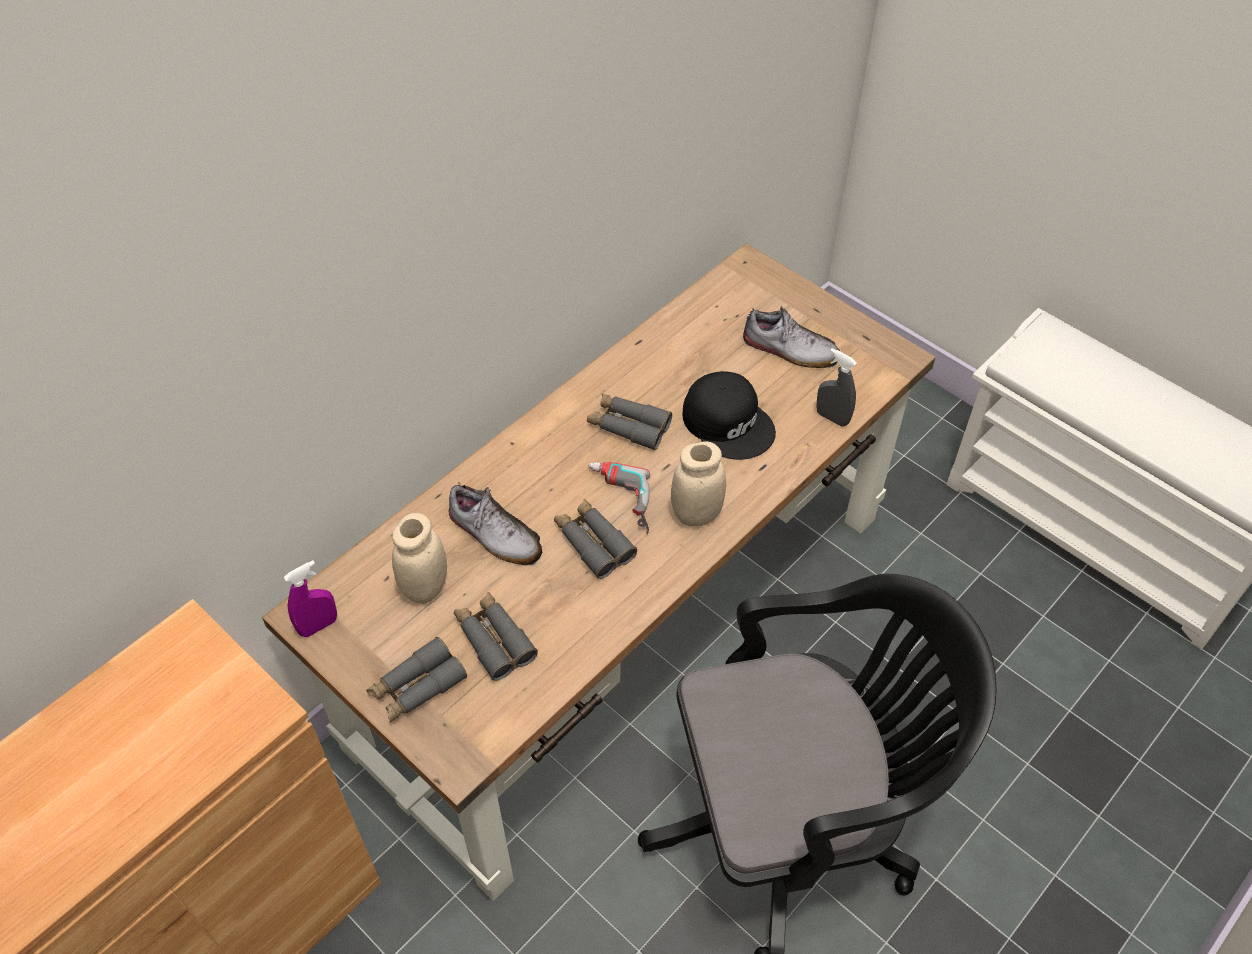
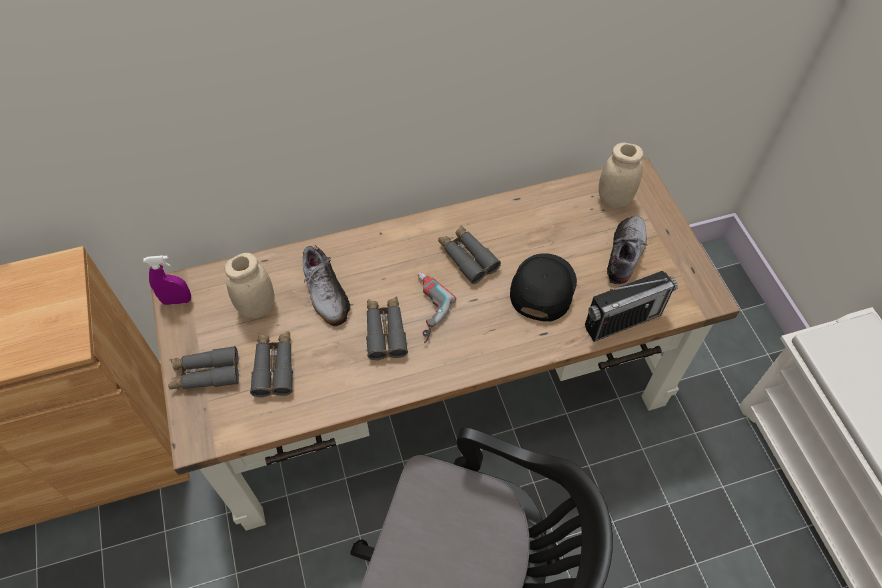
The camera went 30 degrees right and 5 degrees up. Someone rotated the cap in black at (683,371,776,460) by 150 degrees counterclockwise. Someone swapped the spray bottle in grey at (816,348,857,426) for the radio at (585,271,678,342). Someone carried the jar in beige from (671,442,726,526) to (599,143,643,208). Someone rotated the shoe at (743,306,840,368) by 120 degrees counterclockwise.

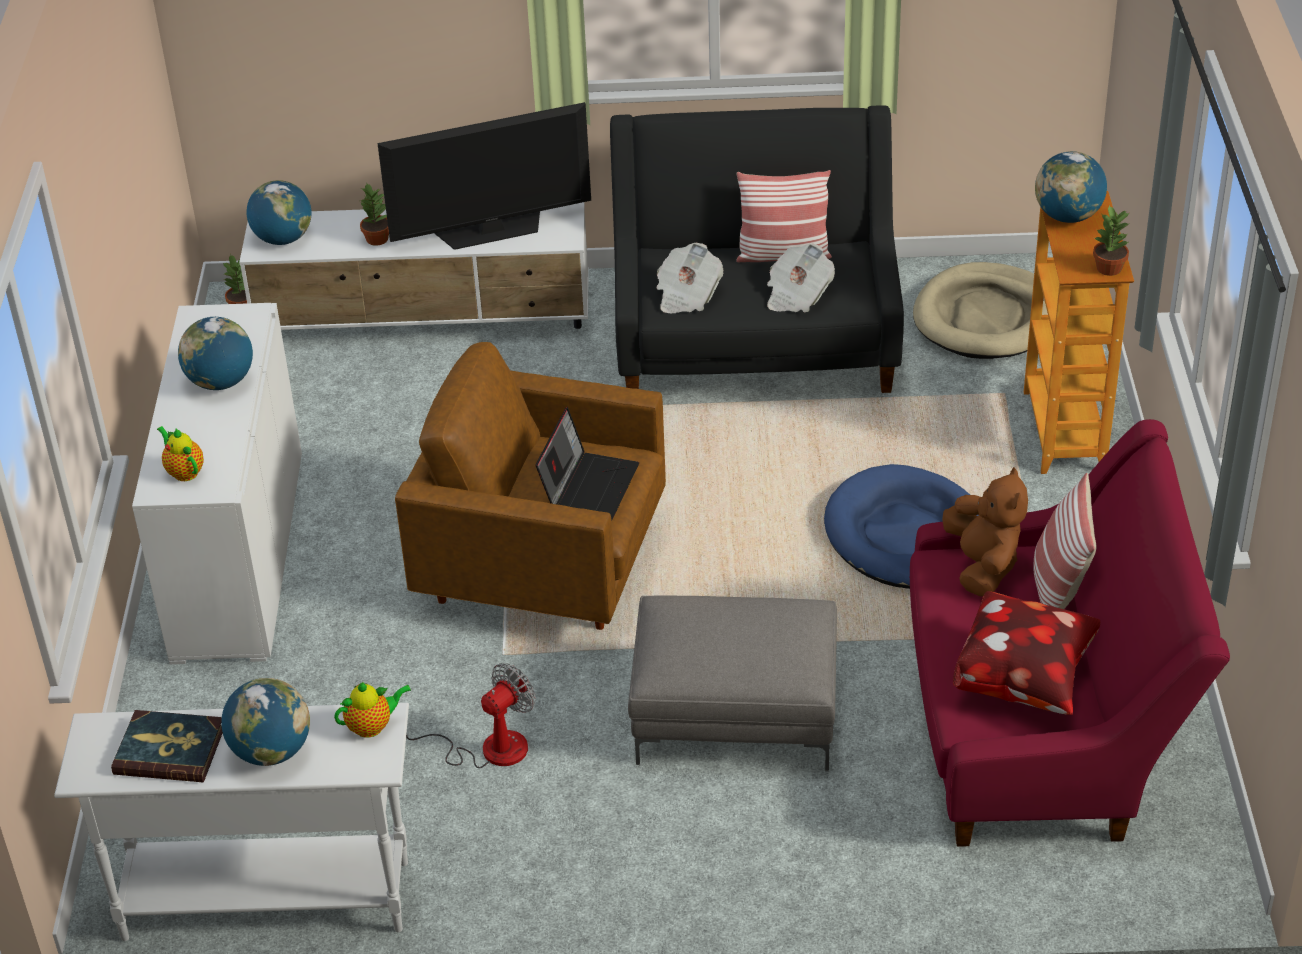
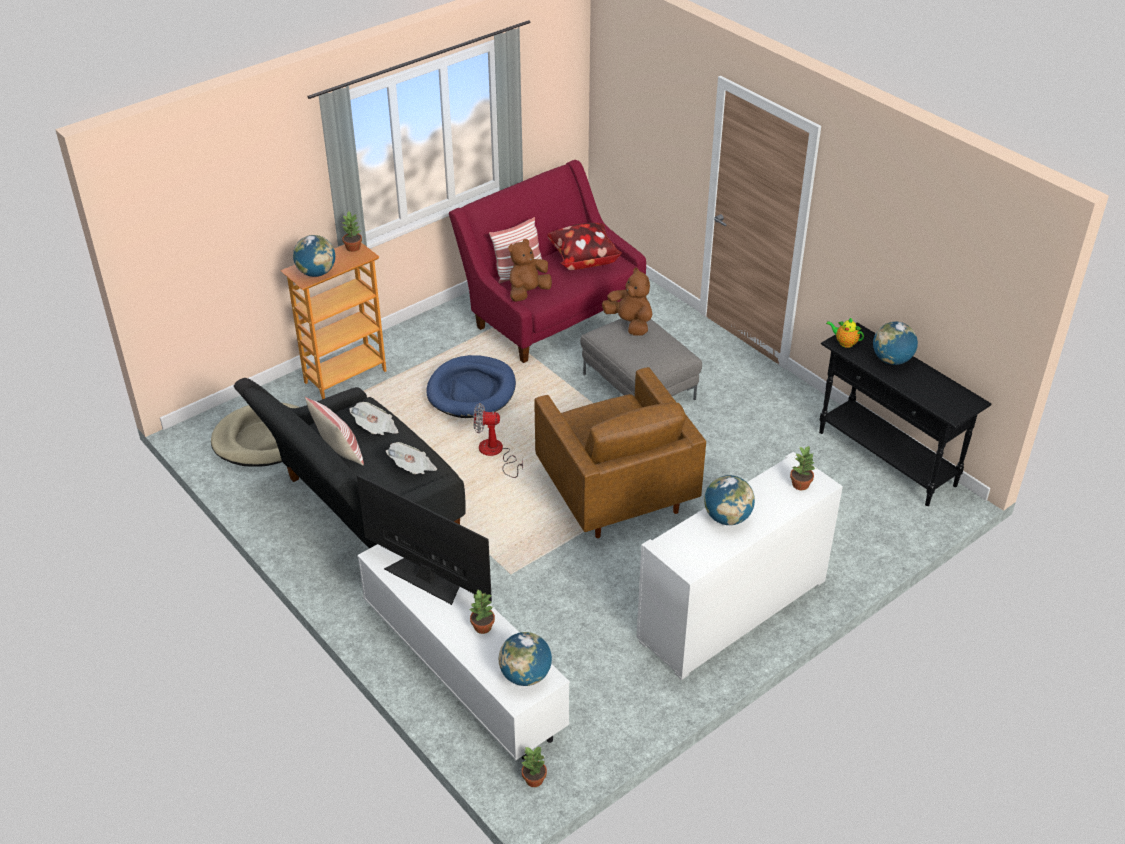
The camera went 130 degrees left and 0 degrees up. Someone carried the fan from (406,663,536,768) to (473,403,523,478). Someone put down the plush toy in brown at (602,267,653,336). Someone swapped the teapot at (157,426,204,481) for the potted plant at (790,446,816,490). Someone repainted the console table in white at (54,703,409,941), which became the console table in black at (819,322,992,506). Someone took away the book at (111,710,223,782). Someone took away the laptop at (536,407,639,520).

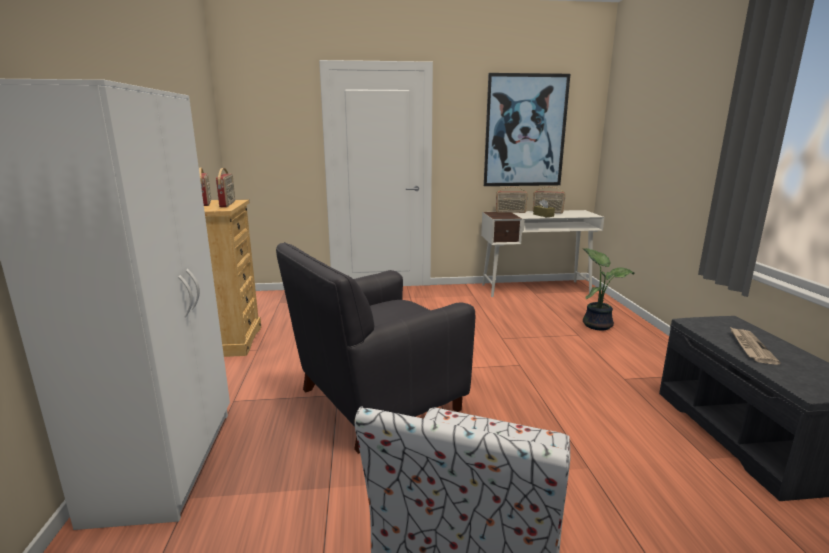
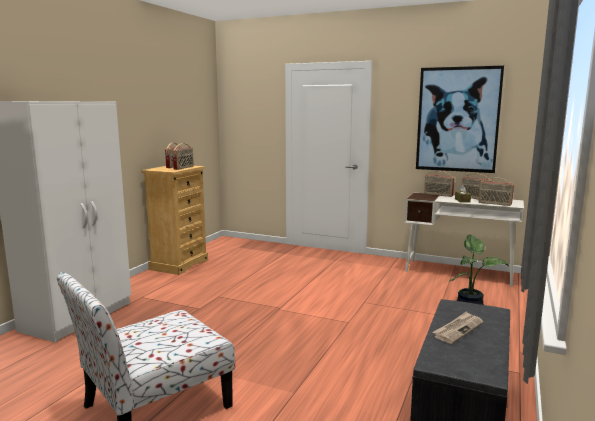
The camera went 30 degrees right and 5 degrees down. Someone put down the radio at (478,177,514,206). Someone took away the armchair in black at (276,242,475,454).

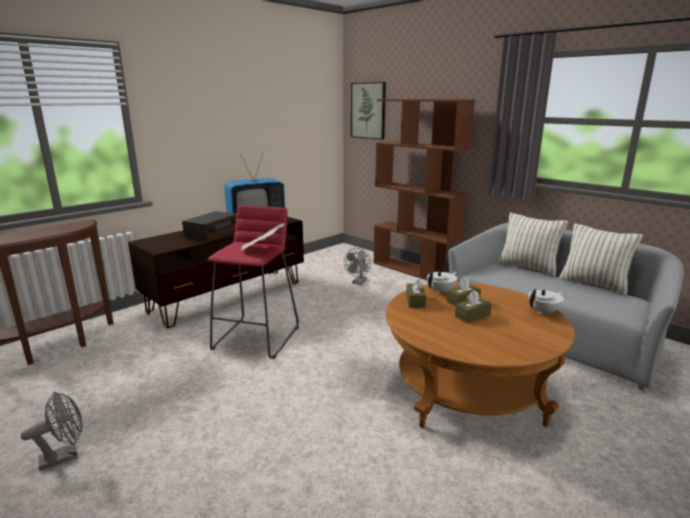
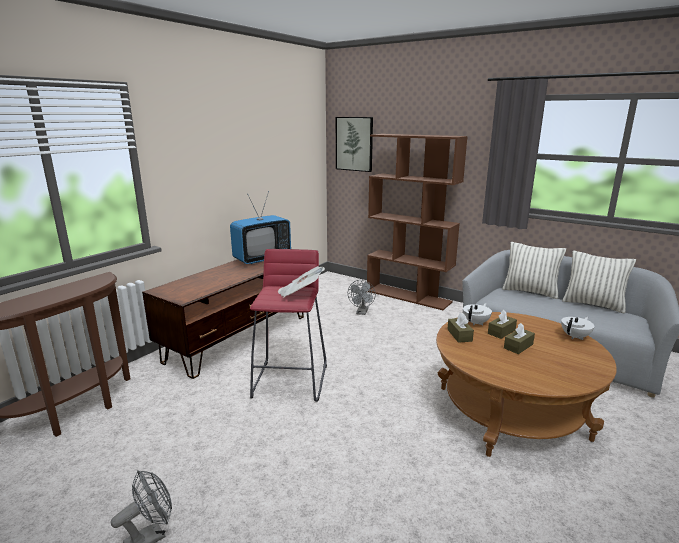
The camera went 10 degrees left and 0 degrees up. Someone took away the radio at (182,211,236,242).

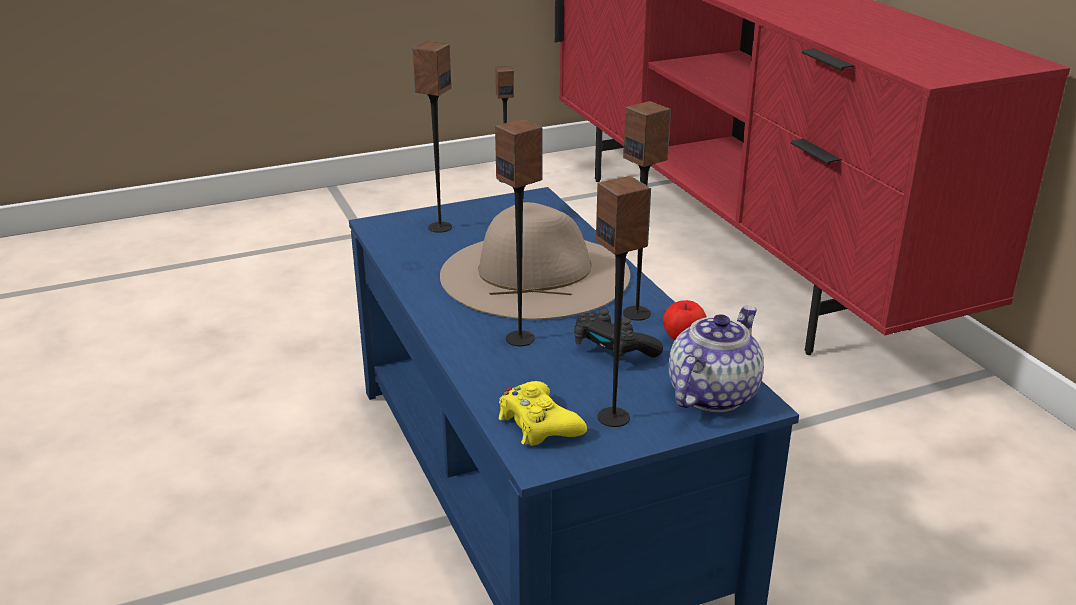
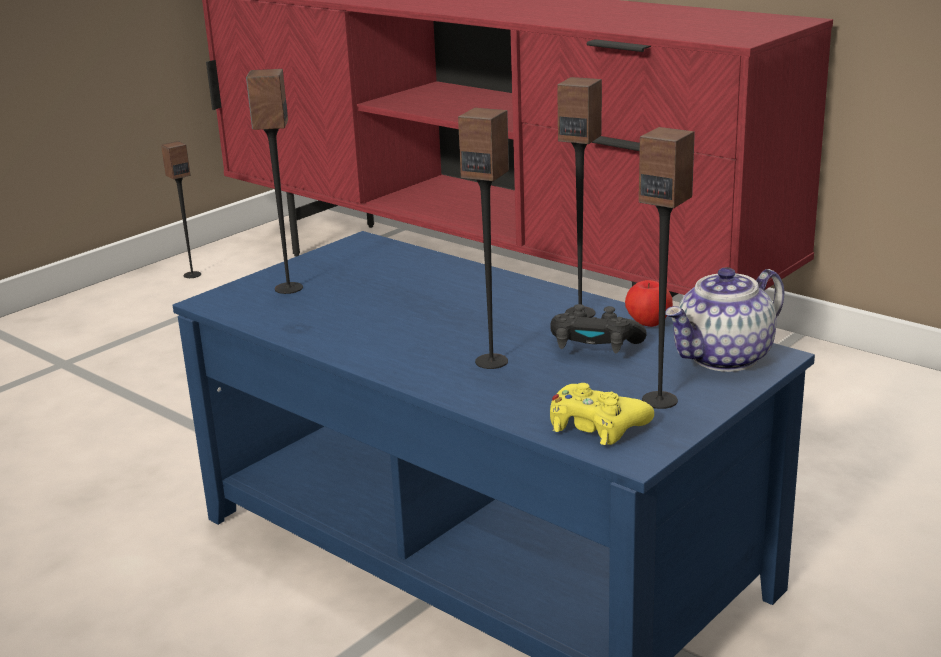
The camera went 25 degrees left and 5 degrees down. Someone rotated the teapot at (669,306,764,412) by 135 degrees counterclockwise. Someone took away the hat in beige at (440,202,630,320).

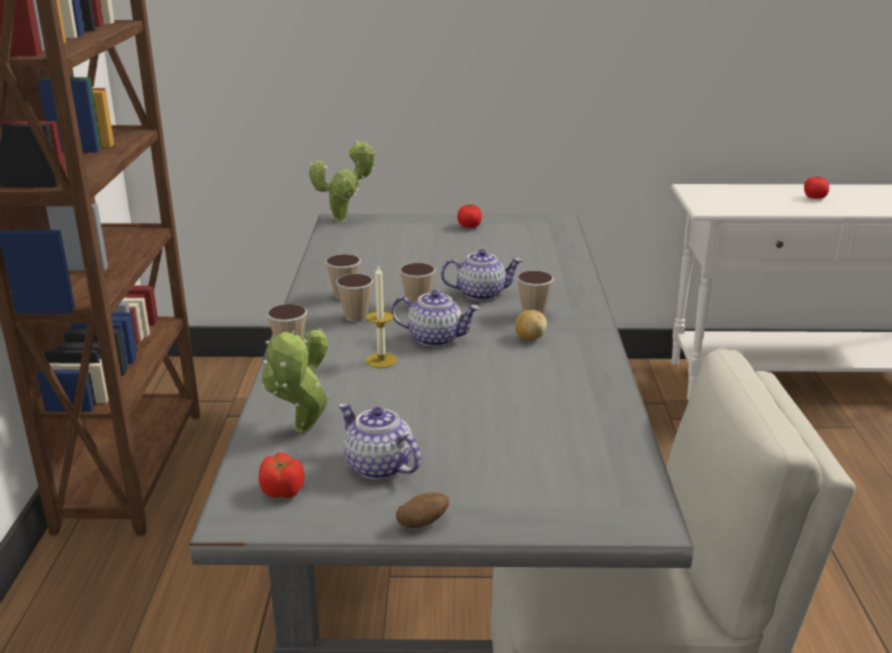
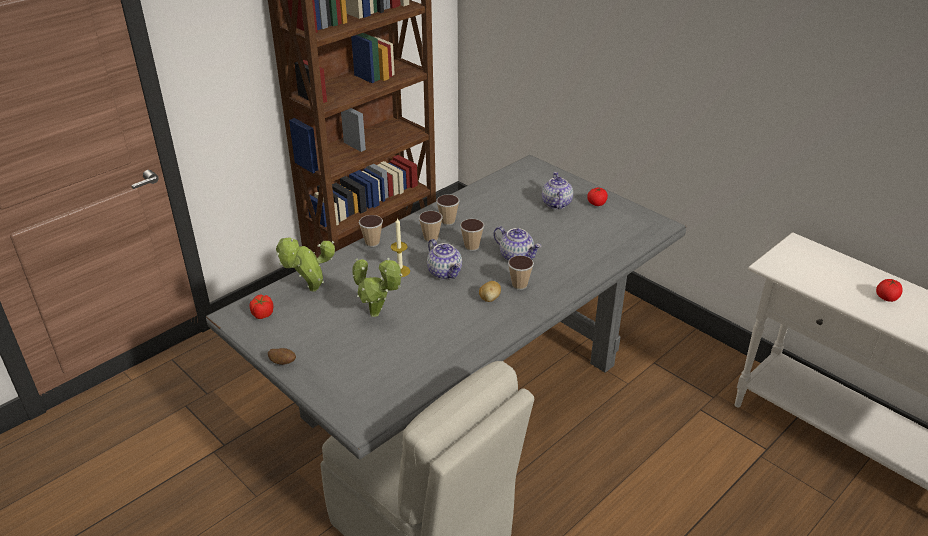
The camera went 45 degrees right and 10 degrees up. Someone carried the potted plant from (309,140,377,223) to (352,258,402,317). Someone carried the teapot from (339,403,421,480) to (542,172,573,209).

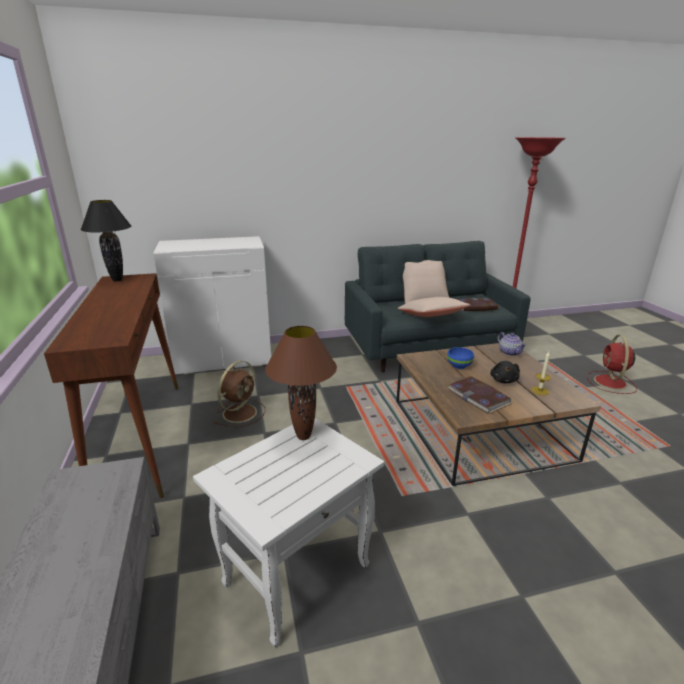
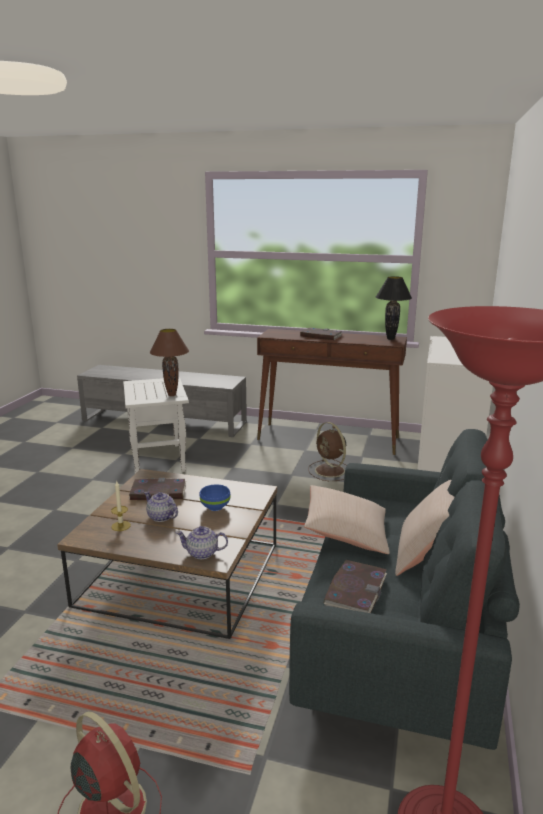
The camera went 120 degrees right and 5 degrees down. Someone swapped the plush toy in black at (490,361,520,383) for the teapot at (144,491,178,522). Someone put down the book at (300,328,343,340).

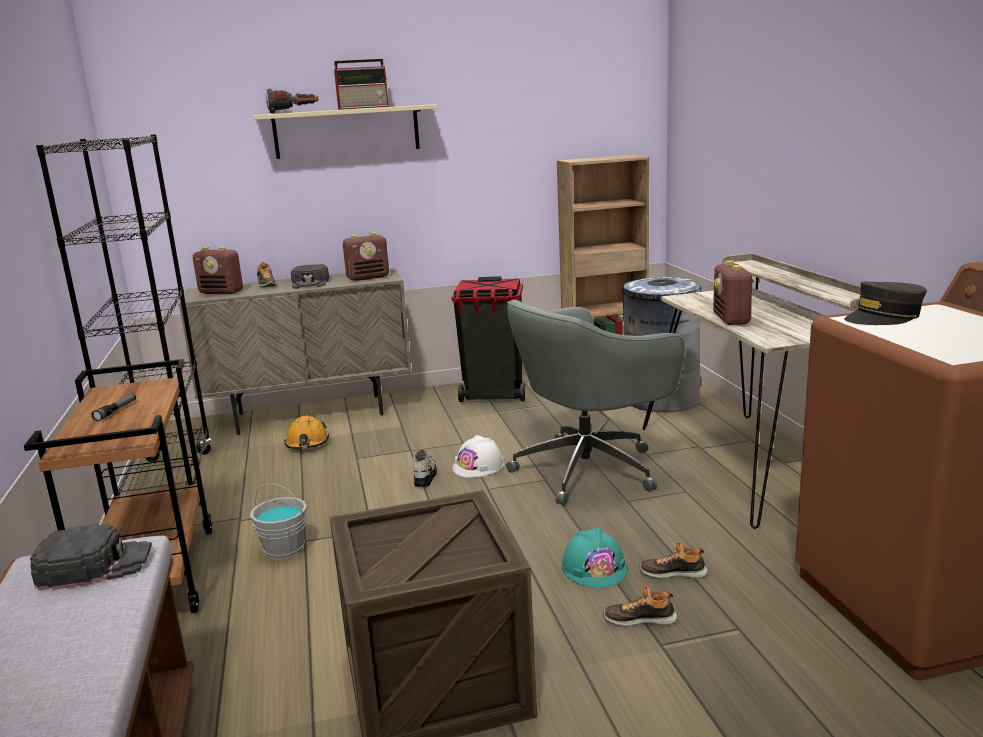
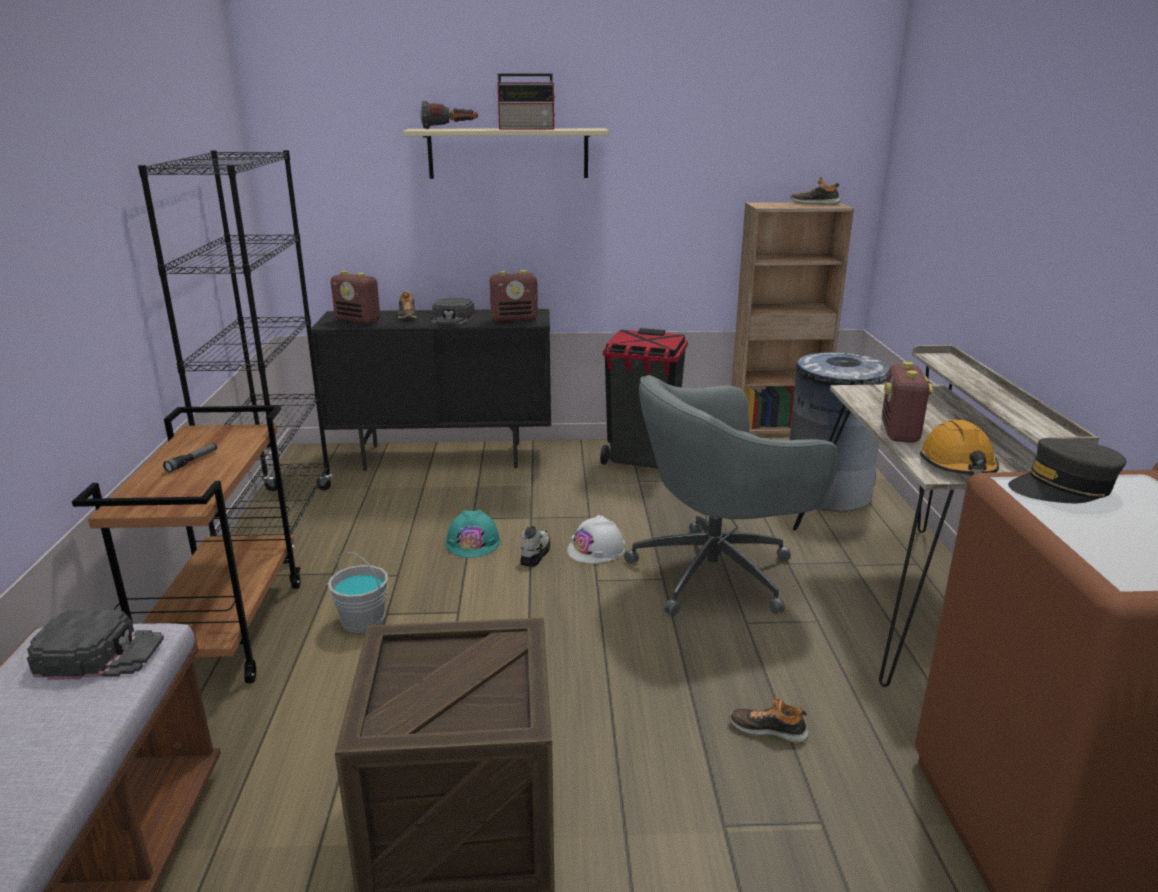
The camera went 10 degrees right and 5 degrees up. Someone repainted the cabinet in beige at (178,268,412,435), which became the cabinet in black at (311,309,551,471). Someone carried the hard hat in turquoise from (562,528,628,588) to (445,510,500,558). Someone carried the shoe from (603,585,677,626) to (790,177,840,205). Someone carried the hard hat in orange from (284,415,329,449) to (920,420,999,475).

